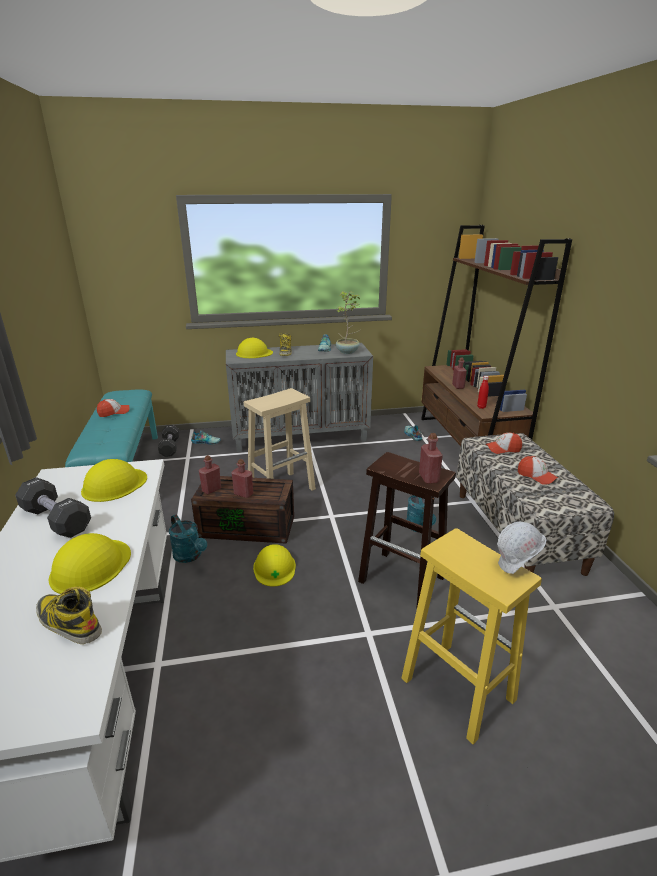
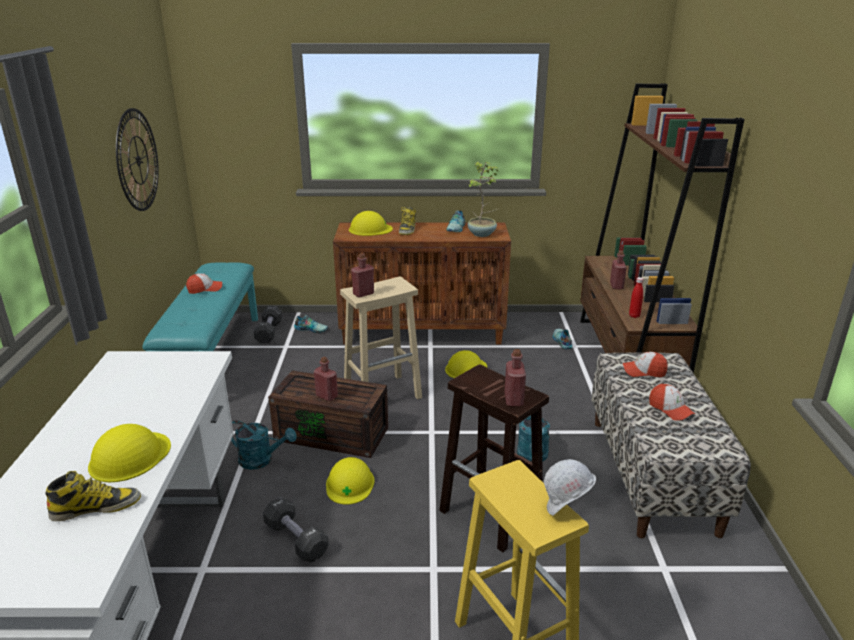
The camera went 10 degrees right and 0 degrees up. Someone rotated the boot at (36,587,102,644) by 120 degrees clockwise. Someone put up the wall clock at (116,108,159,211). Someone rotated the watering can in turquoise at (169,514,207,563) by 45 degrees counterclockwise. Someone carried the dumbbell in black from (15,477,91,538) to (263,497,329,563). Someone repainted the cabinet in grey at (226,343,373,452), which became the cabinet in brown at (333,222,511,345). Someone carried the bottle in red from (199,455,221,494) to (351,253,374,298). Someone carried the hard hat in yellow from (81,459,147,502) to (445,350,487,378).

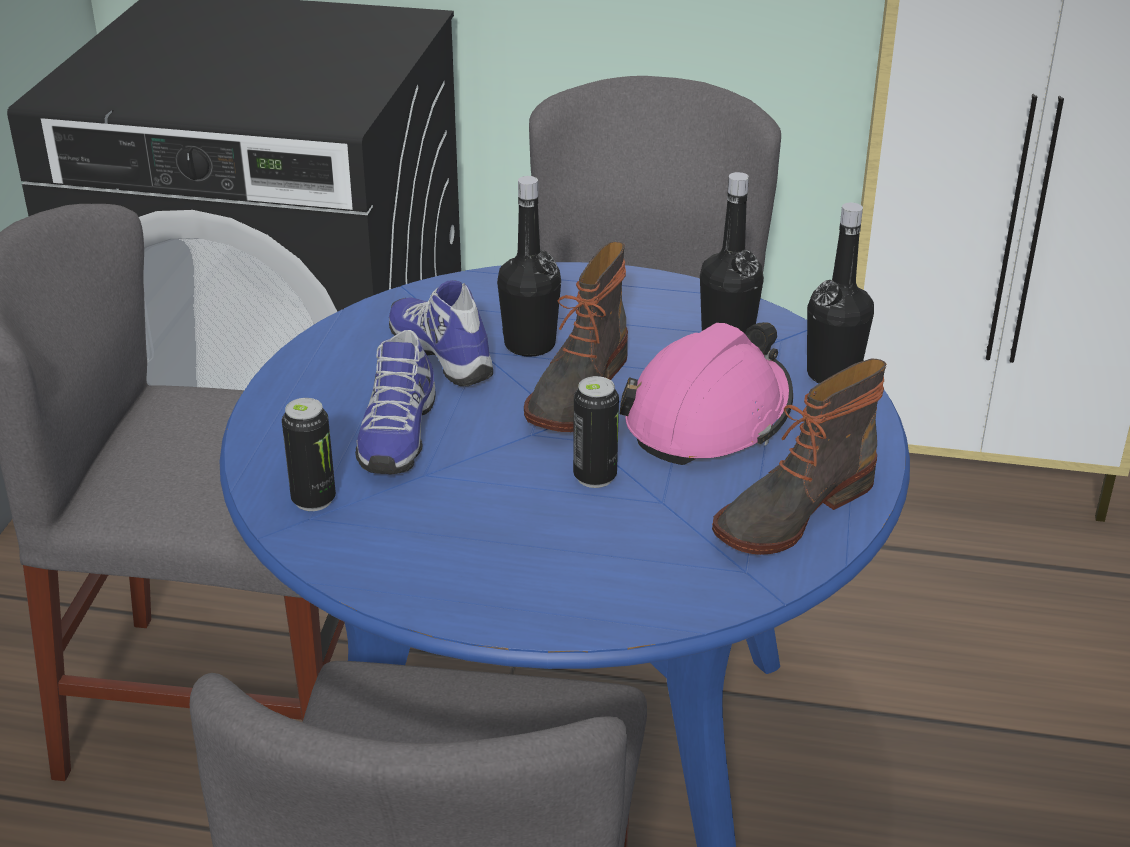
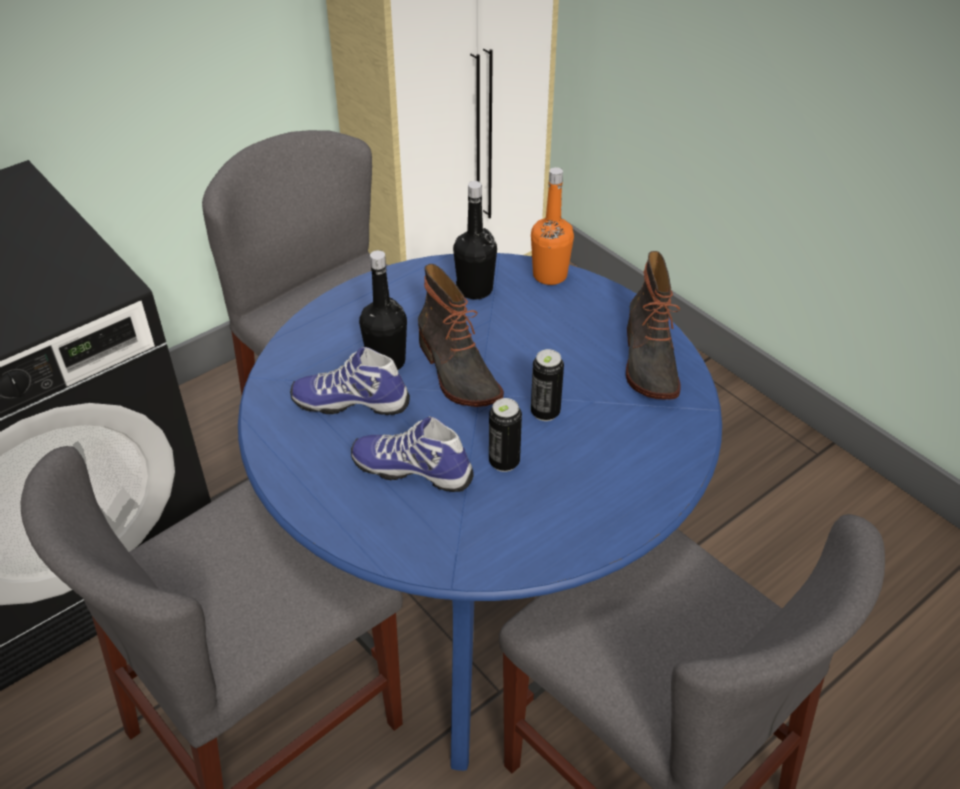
The camera went 50 degrees left and 10 degrees up. Someone rotated the shoe at (355,330,436,474) by 150 degrees clockwise. Someone carried the can from (282,398,336,511) to (489,398,522,472). Someone repainted the bottle in black at (807,202,874,383), which became the bottle in orange at (531,167,574,285). Someone took away the hard hat in pink at (619,322,793,465).

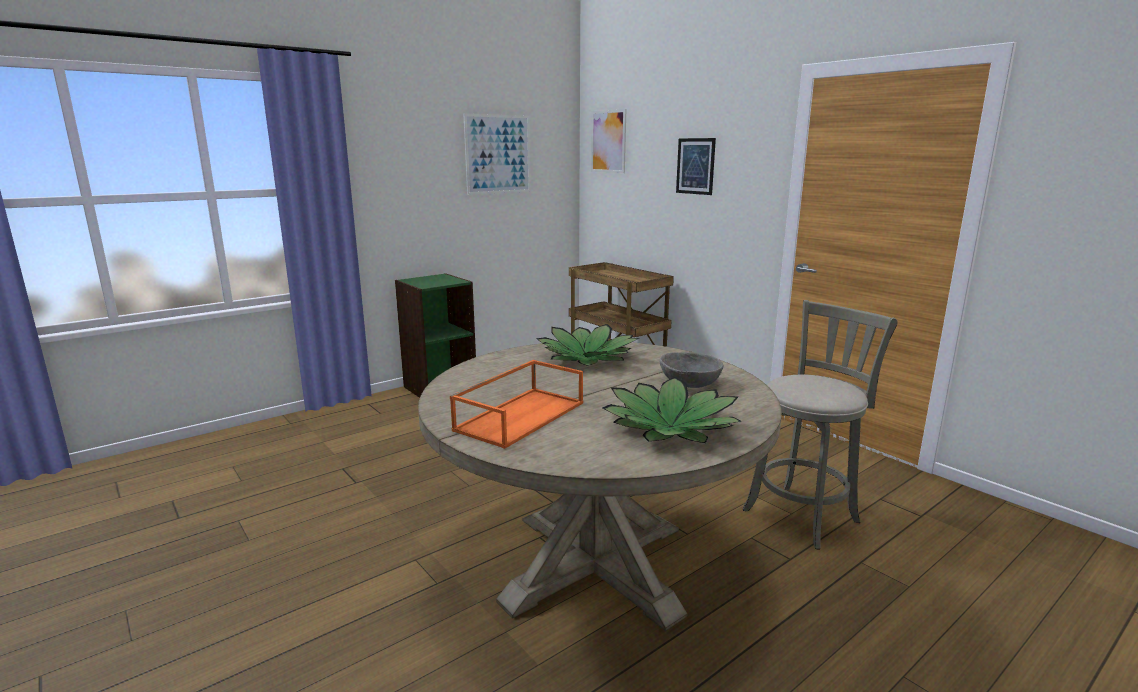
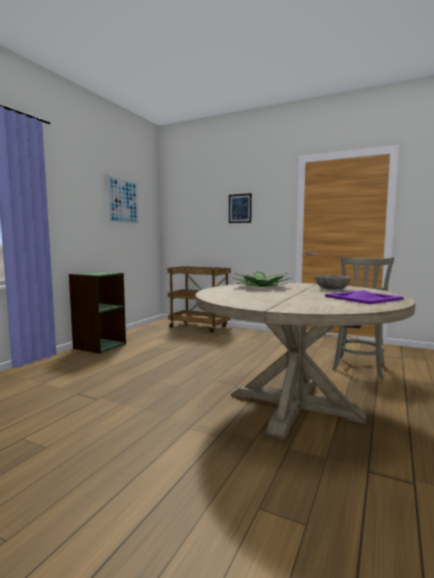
The camera went 25 degrees left and 10 degrees down. Someone swapped the potted plant at (602,376,741,443) for the tray in purple at (325,290,404,304). Someone took away the tray in orange at (450,360,583,449). Someone took away the picture at (591,109,626,173).

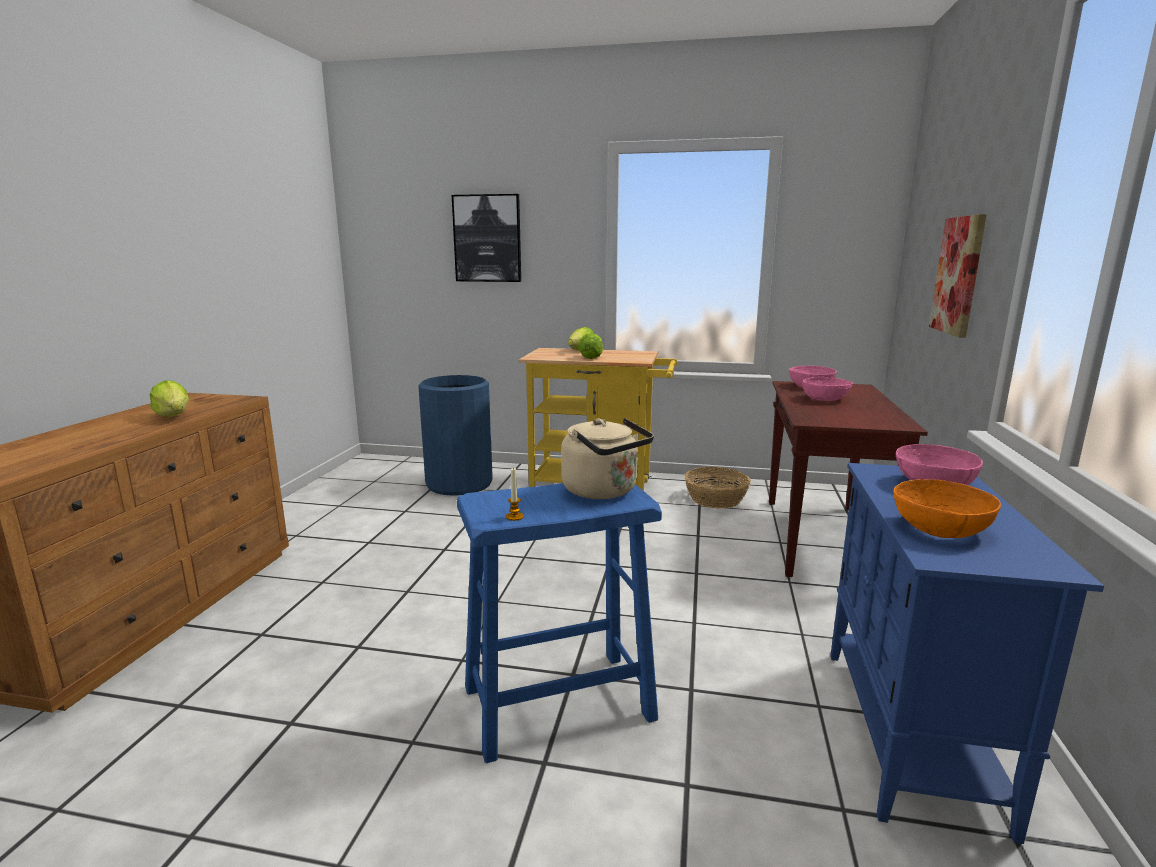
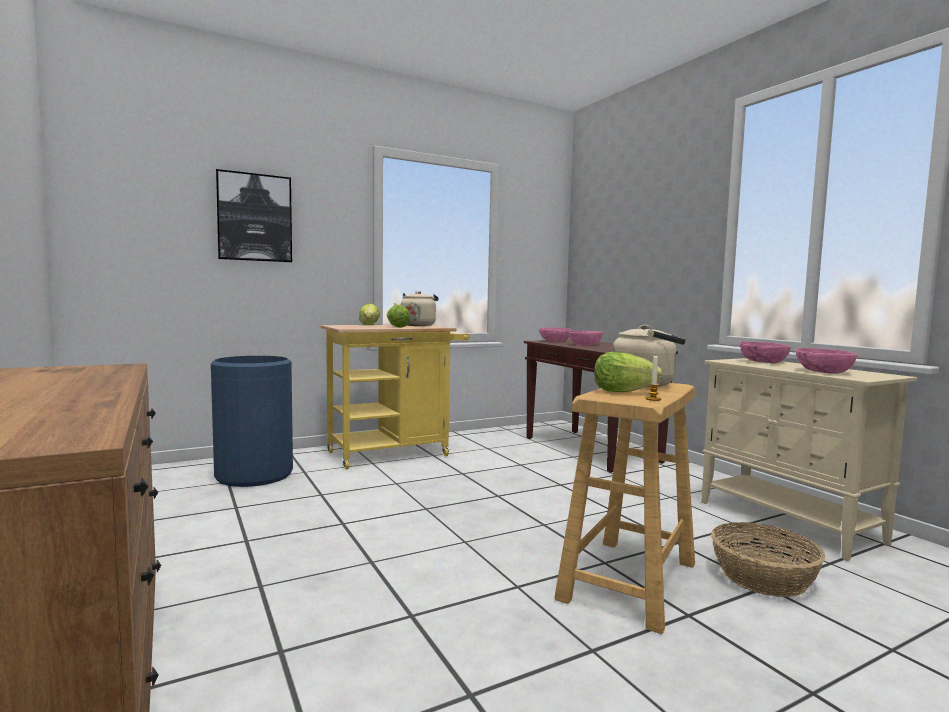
The camera went 40 degrees left and 10 degrees down. Someone put down the kettle in beige at (394,291,438,326). Someone repainted the stool in blue at (457,483,662,763), which became the stool in beige at (554,383,695,634). Someone carried the lettuce from (150,381,189,417) to (594,352,663,392). Someone repainted the cabinet in blue at (830,463,1104,844), which became the cabinet in beige at (701,358,917,561). Someone carried the basket from (685,467,751,508) to (711,522,825,597). Someone repainted the bowl in orange at (893,479,1001,538), which became the bowl in pink at (795,348,857,374). Someone took away the picture at (929,214,987,338).

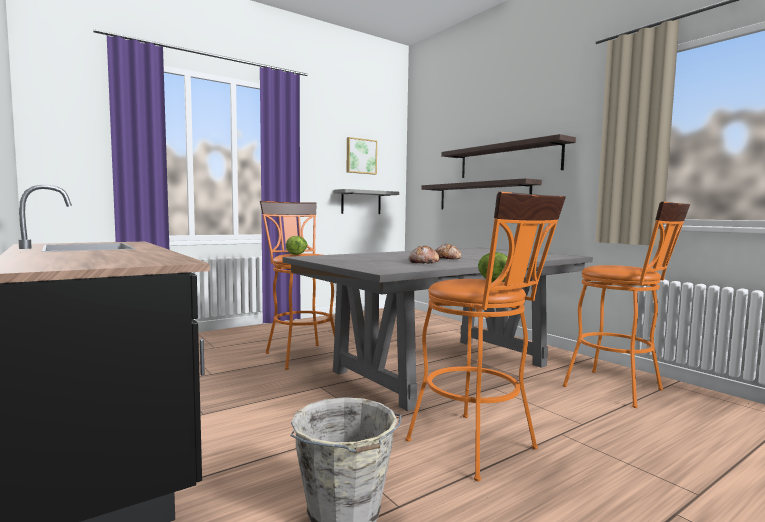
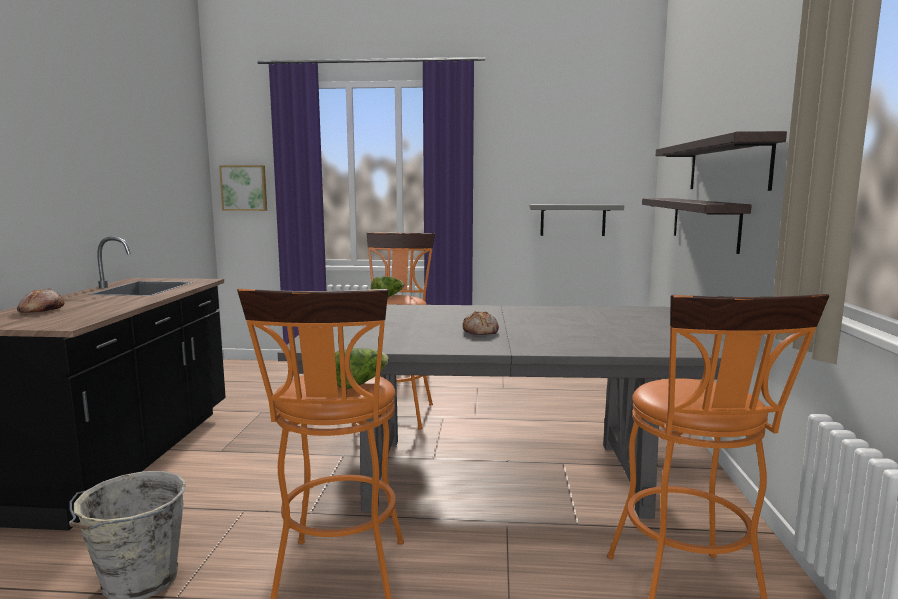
The camera went 40 degrees right and 5 degrees up. Someone carried the bread from (409,245,440,264) to (17,288,65,313). Someone carried the picture from (347,137,377,175) to (219,165,267,211).

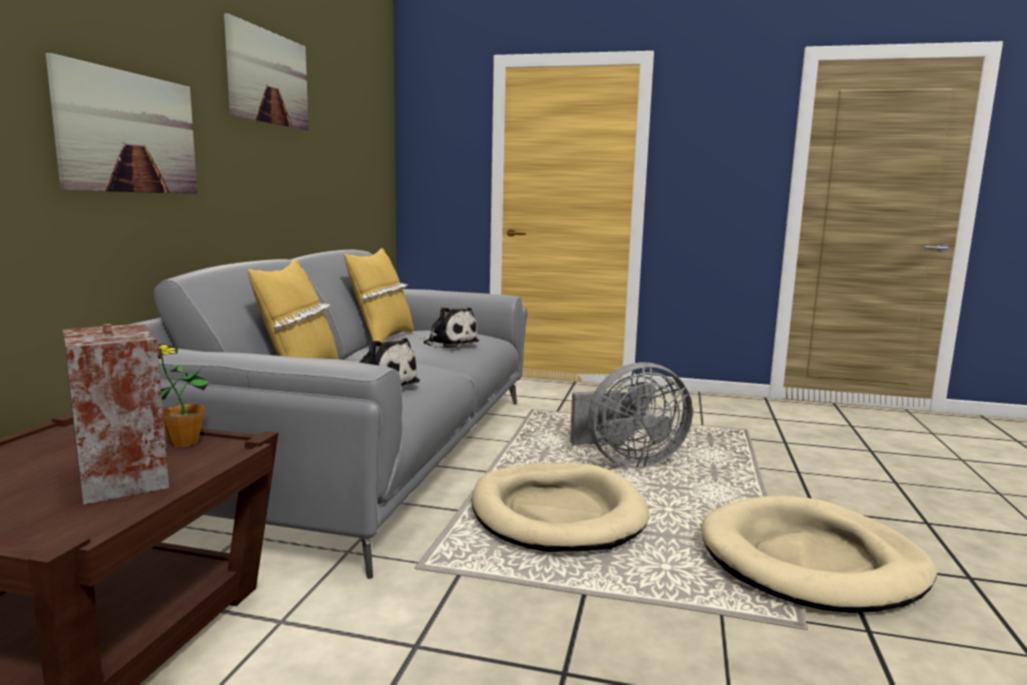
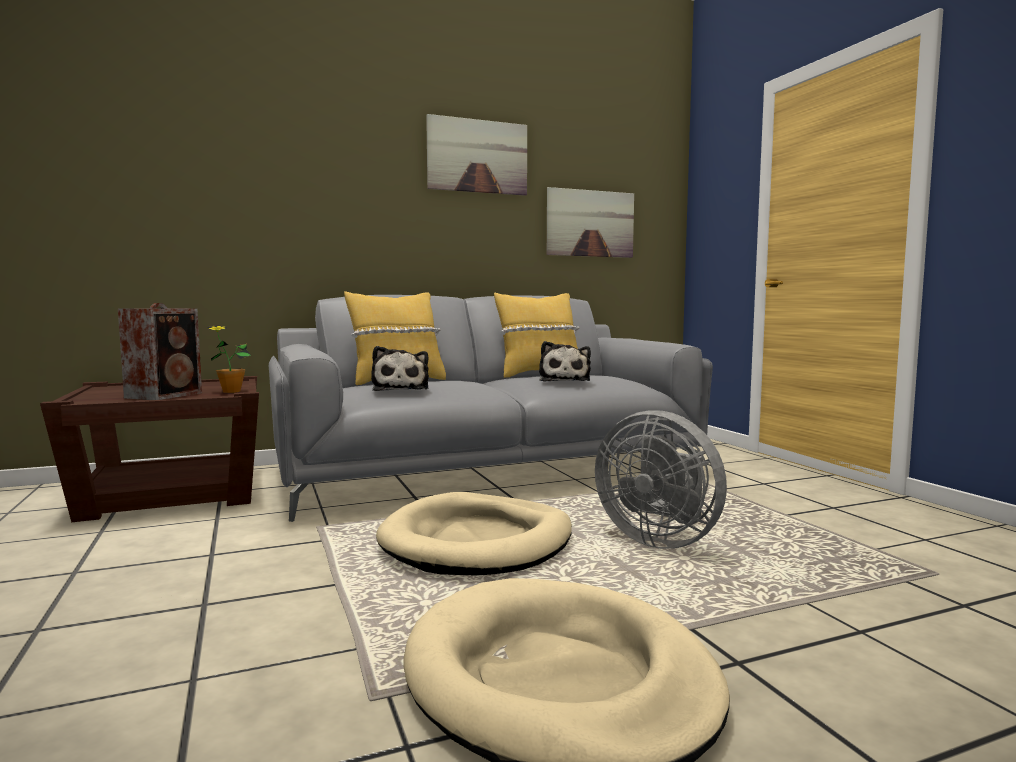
The camera went 55 degrees right and 5 degrees down. Someone carried the picture from (46,53,197,194) to (547,187,634,258).

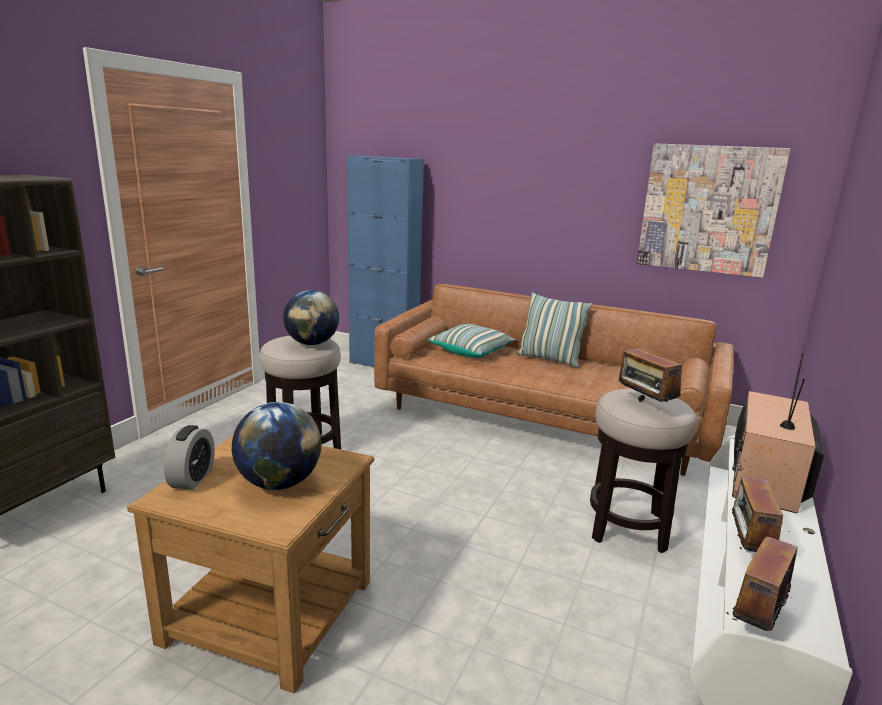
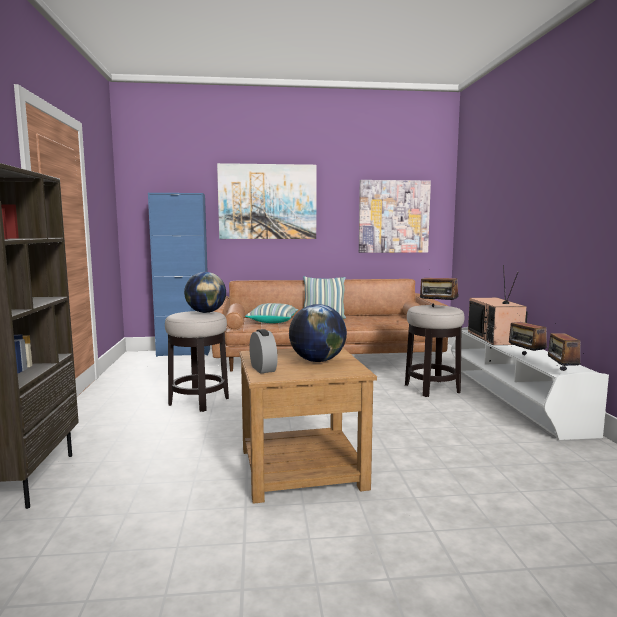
The camera went 30 degrees left and 10 degrees down. Someone put up the picture at (217,163,317,239).

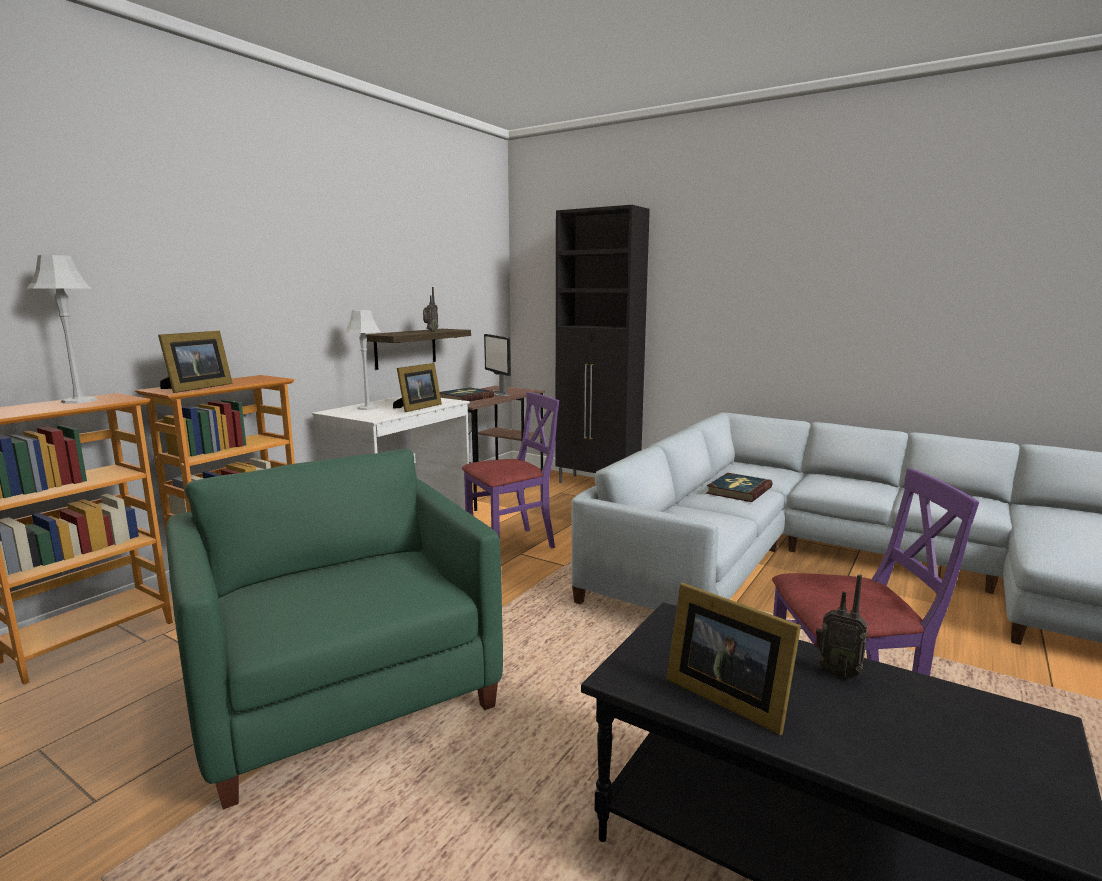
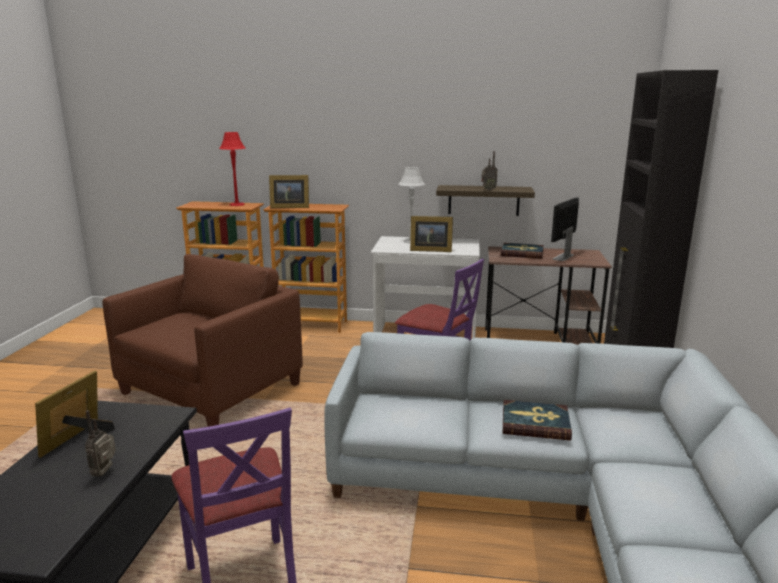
The camera went 65 degrees right and 5 degrees up. Someone repainted the armchair in green at (166,449,503,809), which became the armchair in brown at (102,254,303,427). Someone repainted the table lamp in grey at (27,255,97,404), which became the table lamp in red at (219,132,245,206).

